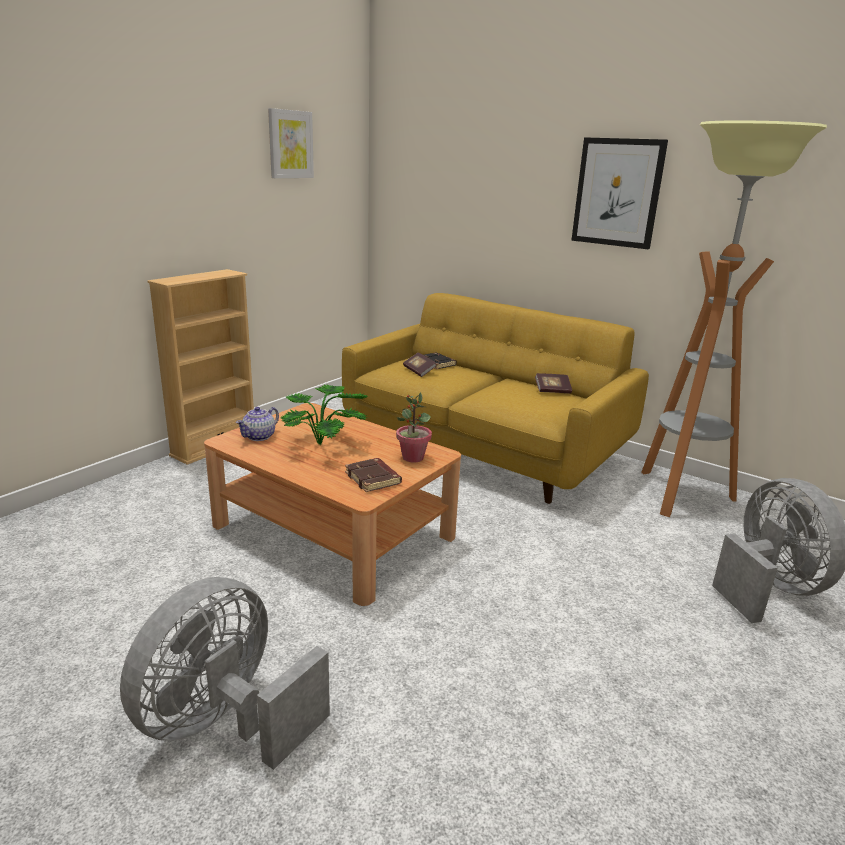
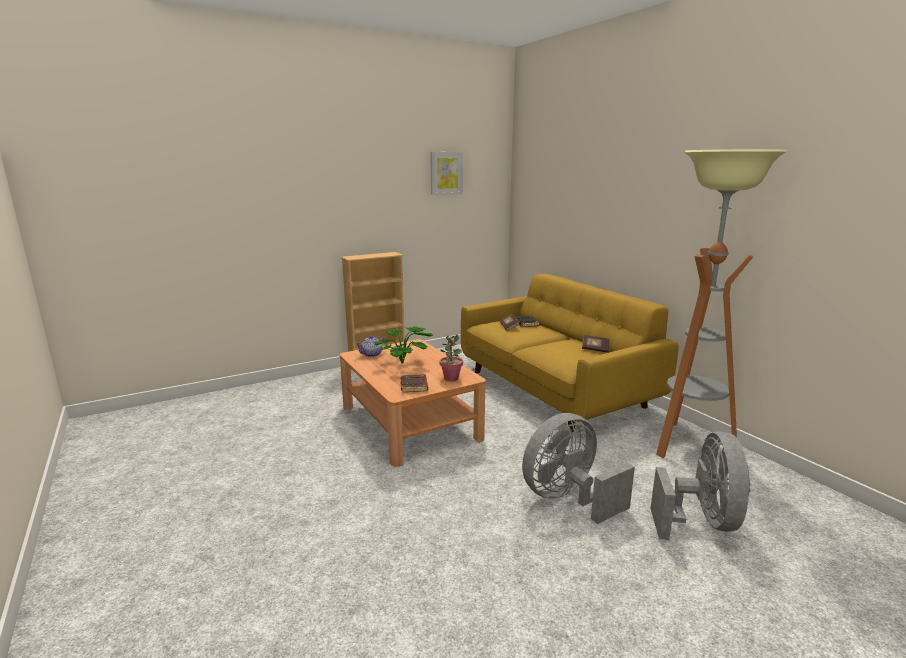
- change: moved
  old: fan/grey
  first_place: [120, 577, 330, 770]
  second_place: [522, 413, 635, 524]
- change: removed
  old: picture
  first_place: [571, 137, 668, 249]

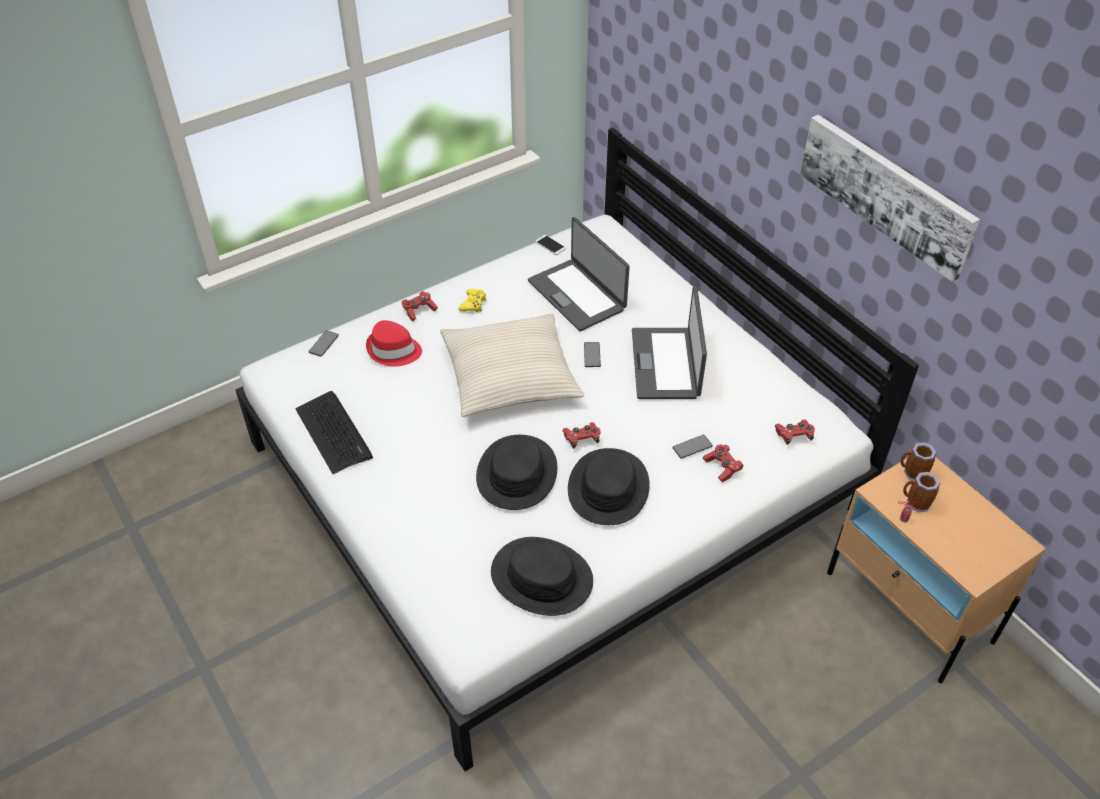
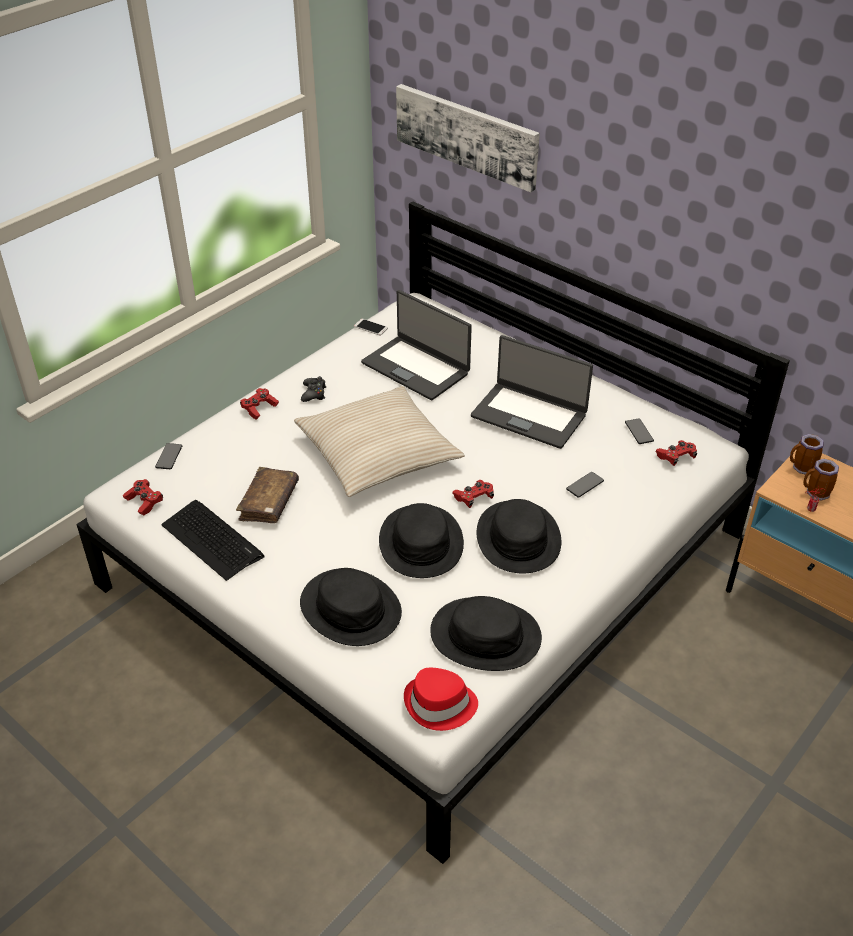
- change: moved
  old: game controller/red
  first_place: [703, 445, 743, 482]
  second_place: [123, 479, 163, 516]
- change: added
  new: book/brown
  second_place: [236, 467, 299, 523]
- change: added
  new: hat/black
  second_place: [300, 568, 402, 646]
- change: recoloured
  old: game controller/yellow
  new: game controller/black
  first_place: [459, 289, 487, 312]
  second_place: [301, 376, 326, 402]
- change: moved
  old: picture
  first_place: [800, 115, 980, 282]
  second_place: [396, 84, 540, 192]
- change: moved
  old: hat/red
  first_place: [366, 320, 422, 367]
  second_place: [404, 668, 478, 731]
- change: turned
  old: laptop
  first_place: [632, 285, 707, 399]
  second_place: [471, 335, 593, 449]
  degrees: -45
- change: moved
  old: phone
  first_place: [584, 342, 601, 367]
  second_place: [625, 419, 654, 444]

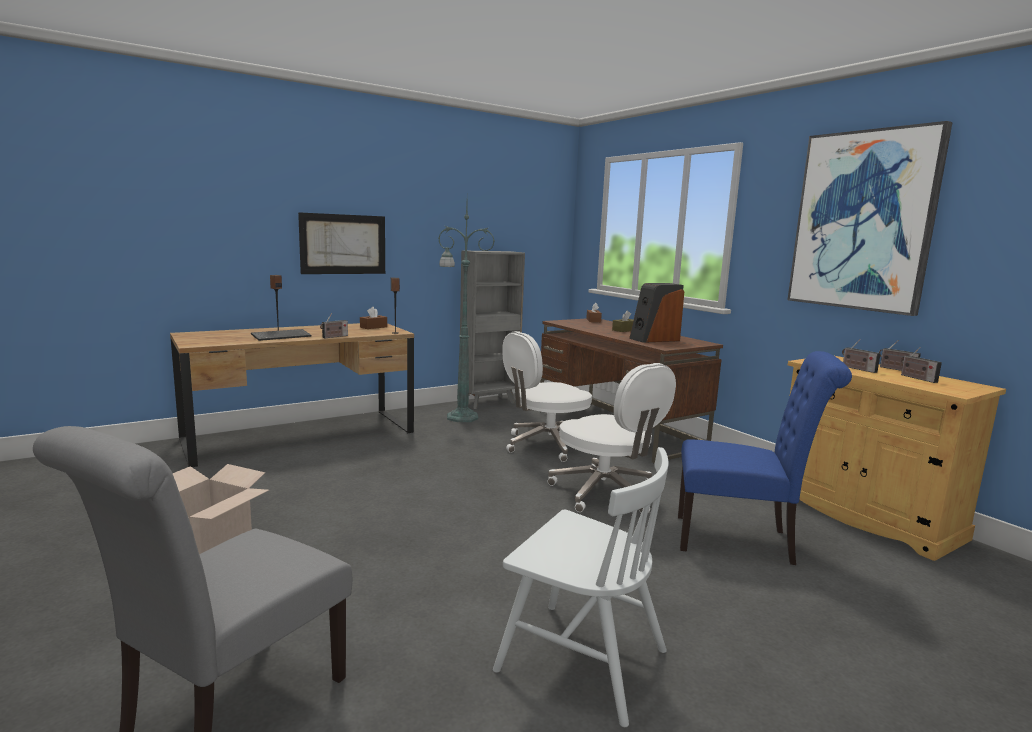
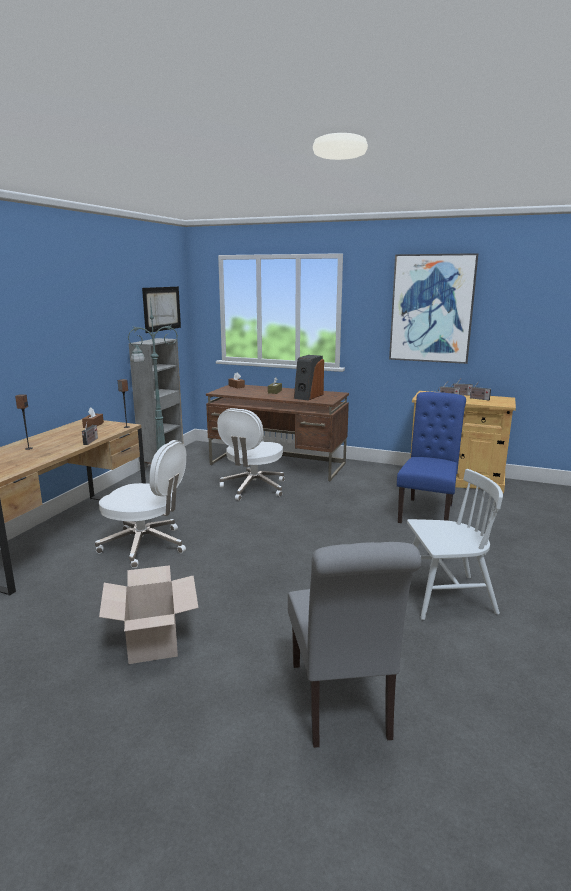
- change: moved
  old: office chair/white
  first_place: [548, 363, 676, 513]
  second_place: [95, 440, 186, 568]
- change: moved
  old: picture
  first_place: [298, 212, 385, 274]
  second_place: [142, 287, 181, 333]
- change: turned
  old: chair/blue
  first_place: [678, 351, 852, 565]
  second_place: [397, 392, 466, 523]
  degrees: -45
- change: removed
  old: keyboard
  first_place: [251, 329, 312, 341]

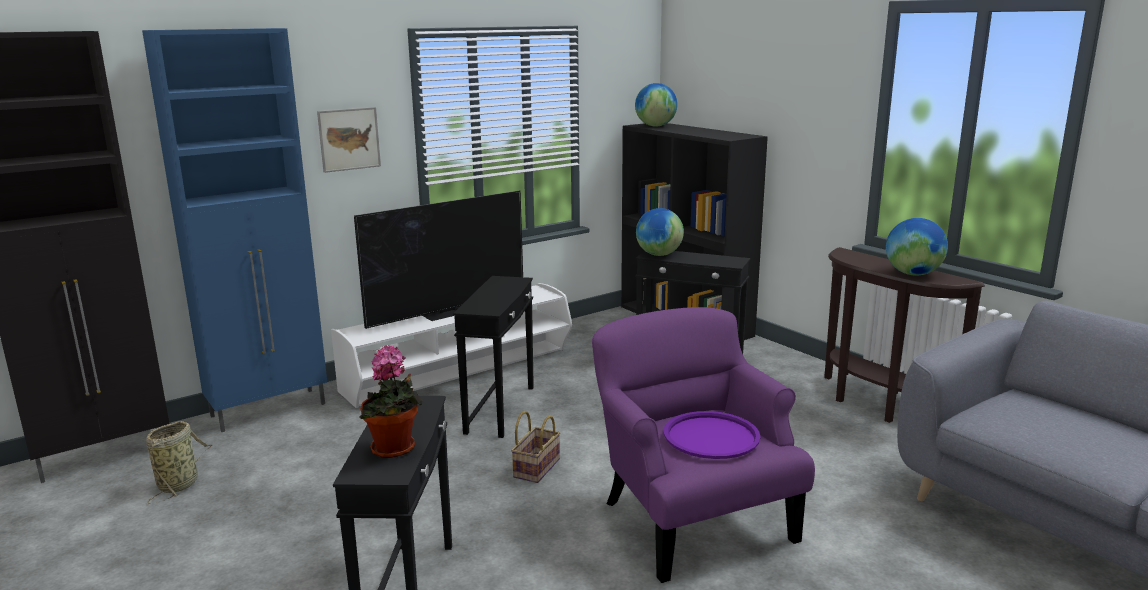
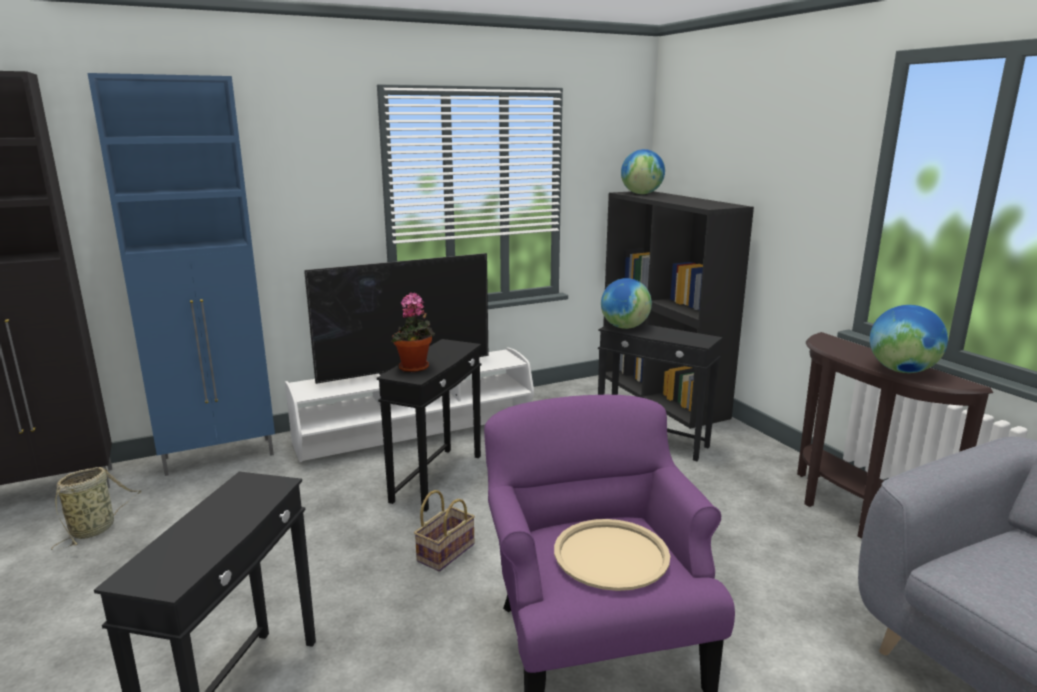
- change: moved
  old: potted plant
  first_place: [359, 345, 423, 458]
  second_place: [391, 292, 435, 373]
- change: recoloured
  old: tray/purple
  new: tray/beige
  first_place: [664, 411, 761, 459]
  second_place: [554, 519, 670, 591]
- change: removed
  old: picture
  first_place: [317, 107, 381, 173]

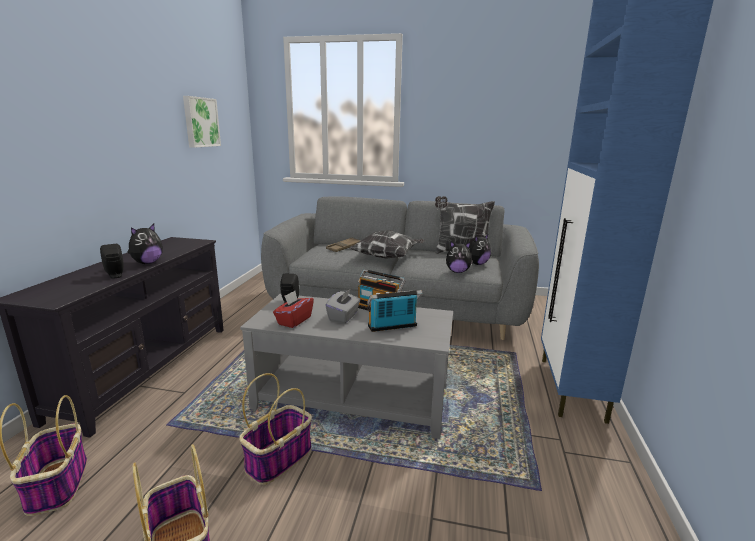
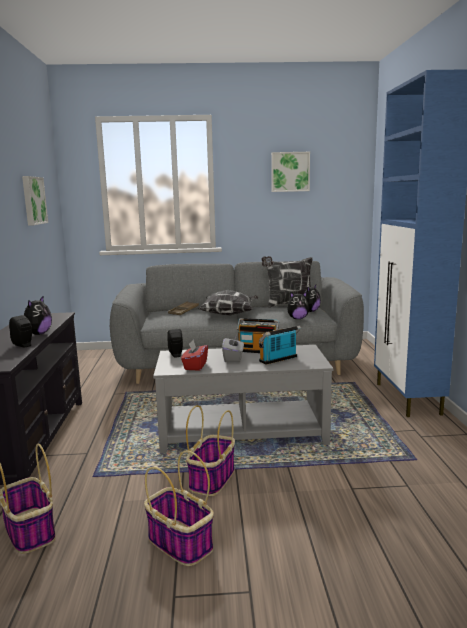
- change: added
  new: picture
  second_place: [271, 152, 310, 192]

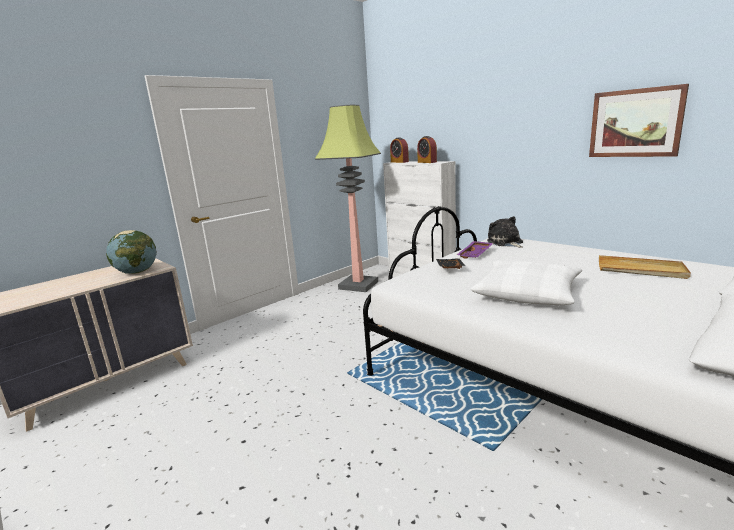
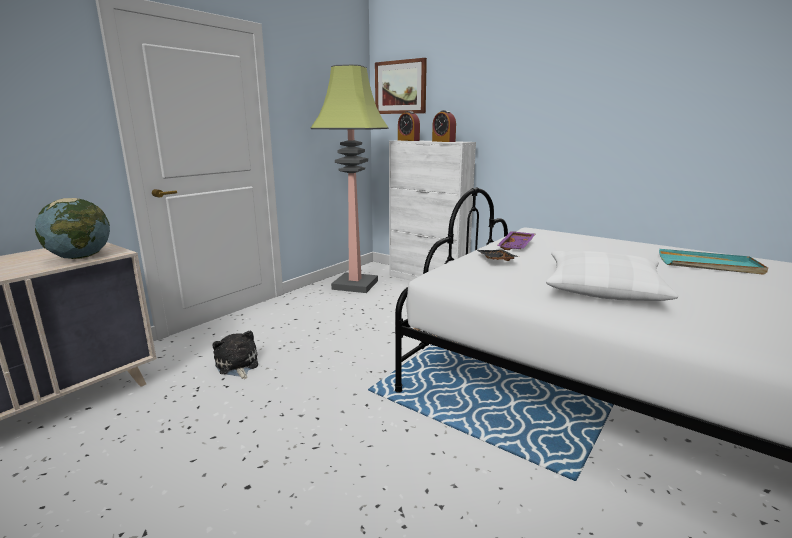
- change: moved
  old: plush toy
  first_place: [487, 216, 523, 248]
  second_place: [212, 331, 258, 379]
- change: moved
  old: picture
  first_place: [589, 84, 689, 157]
  second_place: [375, 58, 427, 114]
- change: recoloured
  old: tray/beige
  new: tray/turquoise
  first_place: [599, 255, 691, 279]
  second_place: [659, 249, 768, 275]

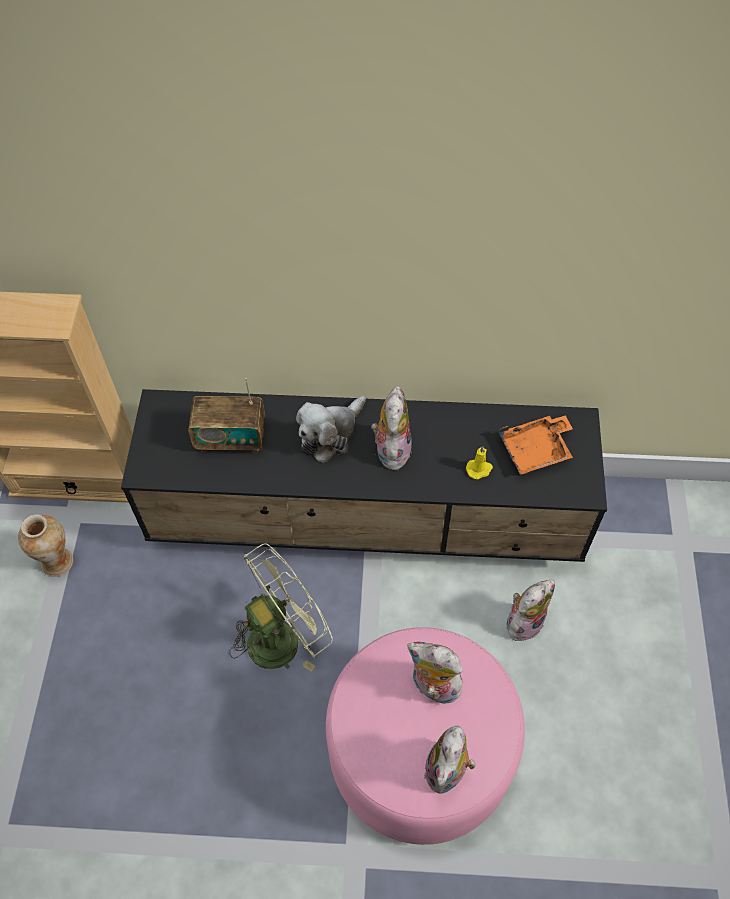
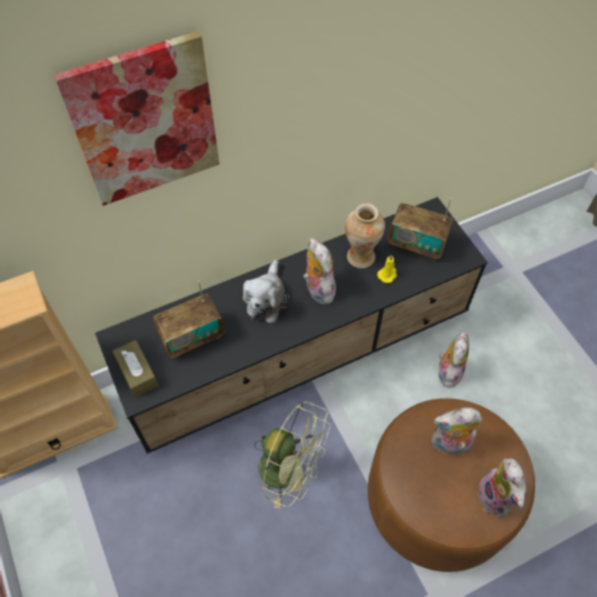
- change: added
  new: picture
  second_place: [54, 31, 220, 206]
- change: added
  new: tissue box/brown
  second_place: [112, 340, 158, 397]
- change: turned
  old: fan/green
  first_place: [229, 543, 333, 672]
  second_place: [254, 401, 331, 508]
  degrees: 90
- change: moved
  old: vase
  first_place: [18, 514, 73, 577]
  second_place: [345, 204, 385, 268]
- change: recoloured
  old: ottoman/pink
  new: ottoman/brown
  first_place: [326, 627, 525, 845]
  second_place: [368, 398, 535, 572]
- change: replaced
  old: tray/orange
  new: radio
  first_place: [499, 415, 573, 475]
  second_place: [388, 198, 453, 260]

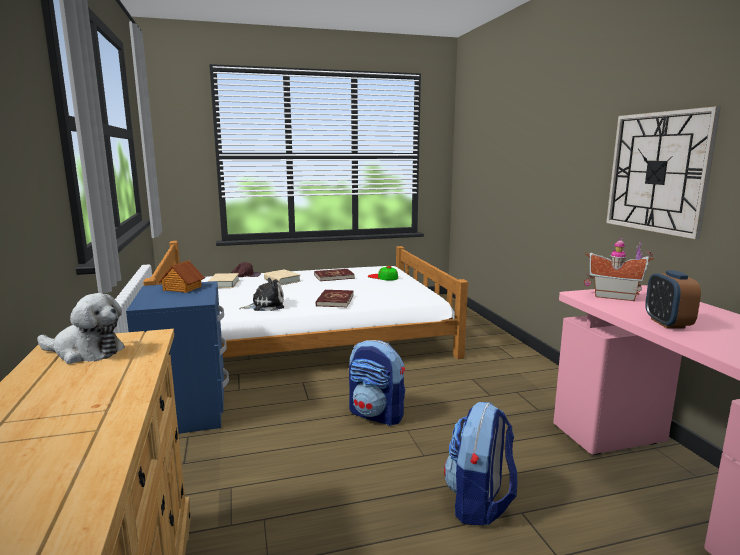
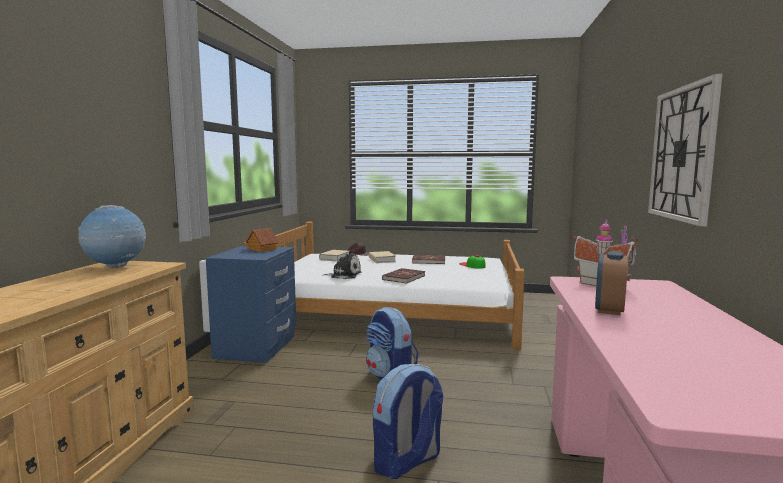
- change: replaced
  old: plush toy
  new: globe
  first_place: [37, 293, 125, 364]
  second_place: [78, 205, 147, 268]

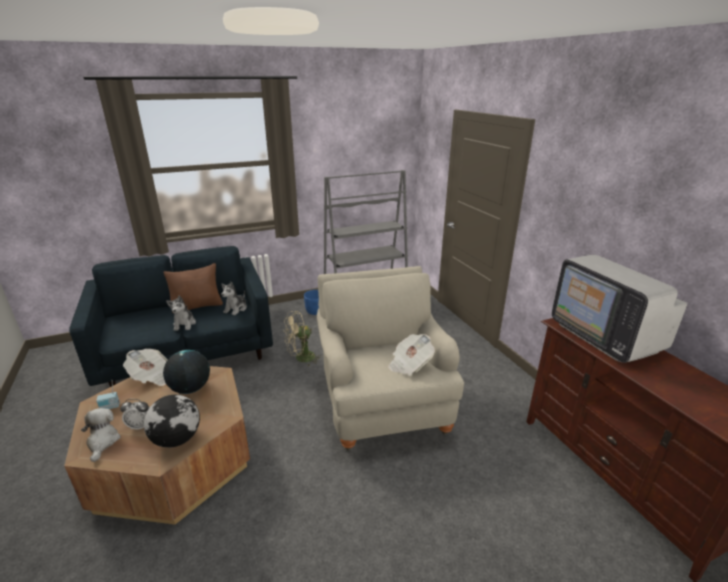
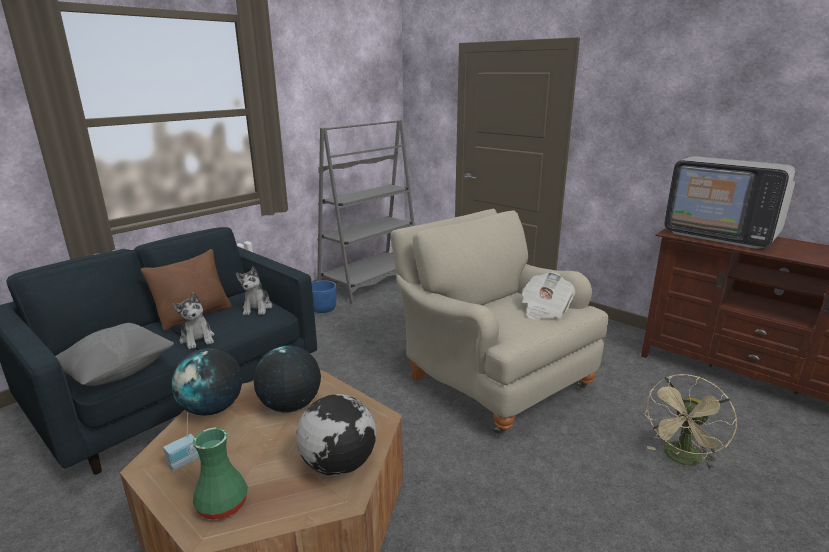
- change: added
  new: pillow/grey
  second_place: [55, 323, 174, 386]
- change: replaced
  old: newspaper
  new: globe
  first_place: [123, 349, 168, 386]
  second_place: [172, 348, 243, 416]
- change: replaced
  old: plush toy
  new: vase/green
  first_place: [81, 408, 121, 462]
  second_place: [193, 427, 248, 520]
- change: moved
  old: fan/beige
  first_place: [285, 311, 322, 366]
  second_place: [644, 374, 737, 470]
- change: removed
  old: alarm clock
  first_place: [120, 399, 150, 429]

